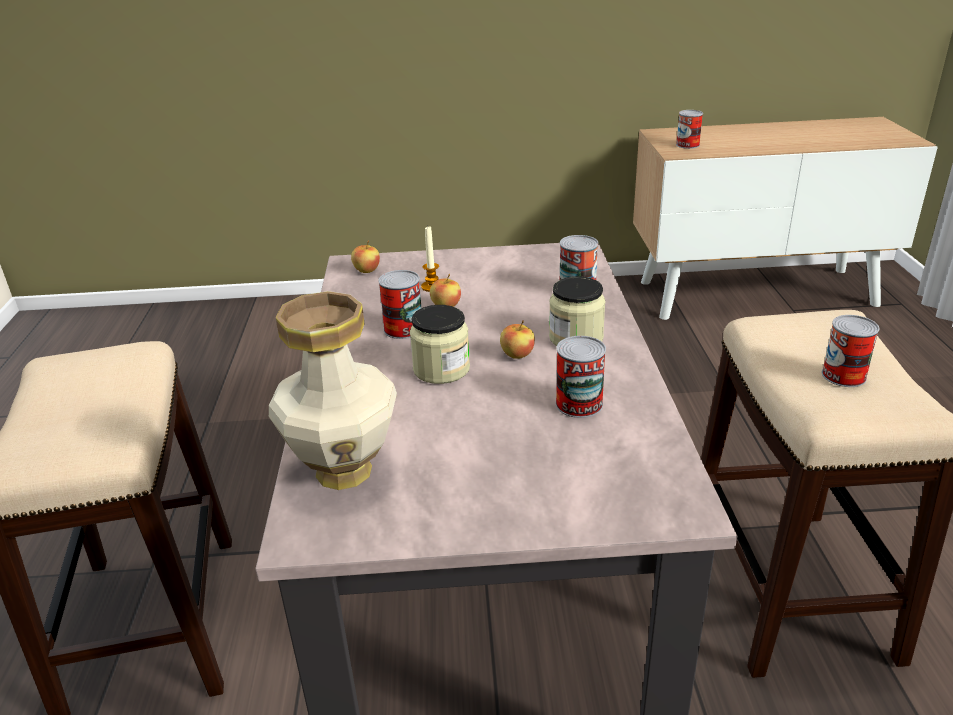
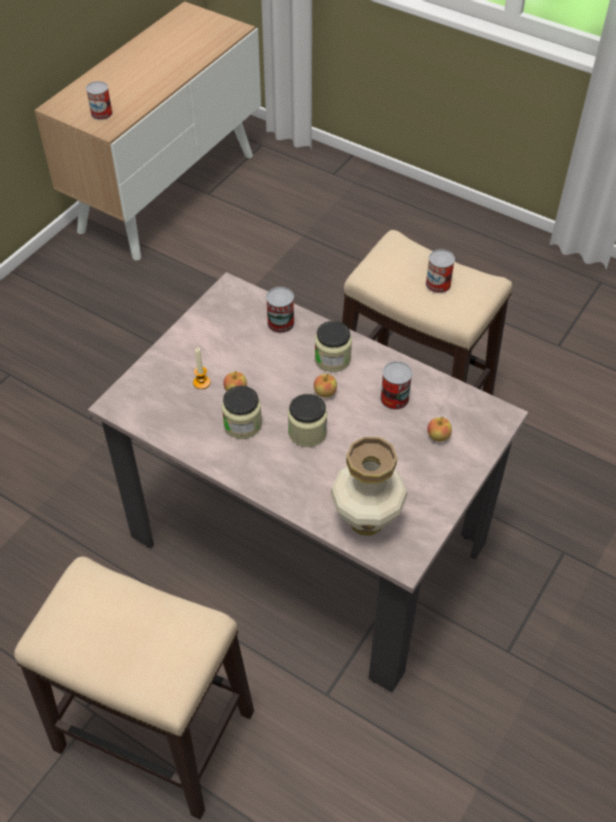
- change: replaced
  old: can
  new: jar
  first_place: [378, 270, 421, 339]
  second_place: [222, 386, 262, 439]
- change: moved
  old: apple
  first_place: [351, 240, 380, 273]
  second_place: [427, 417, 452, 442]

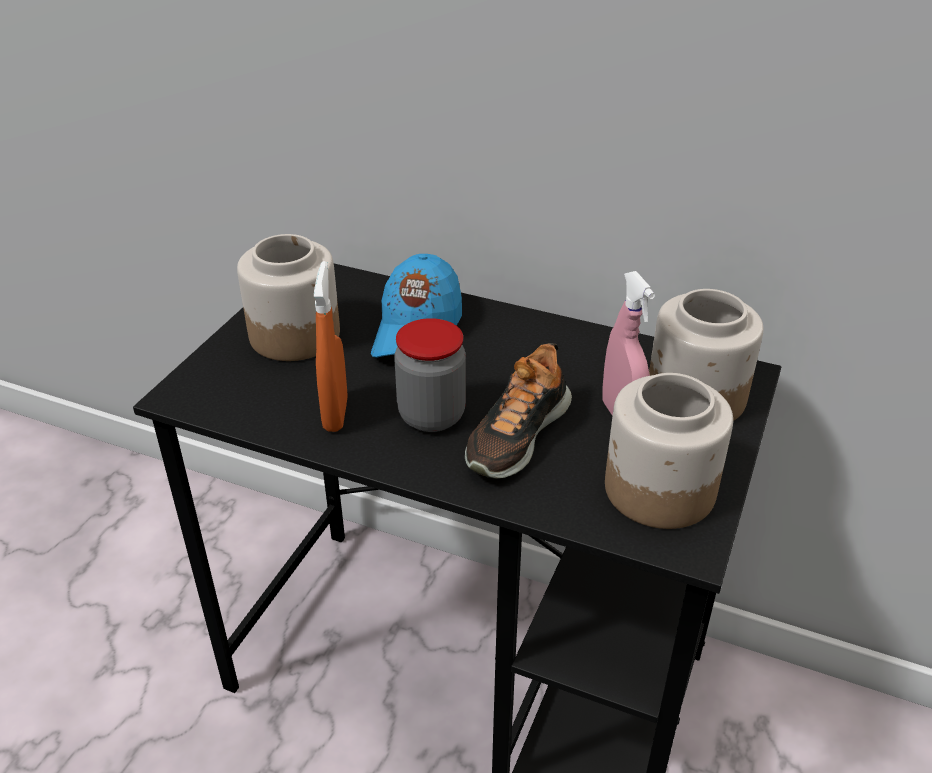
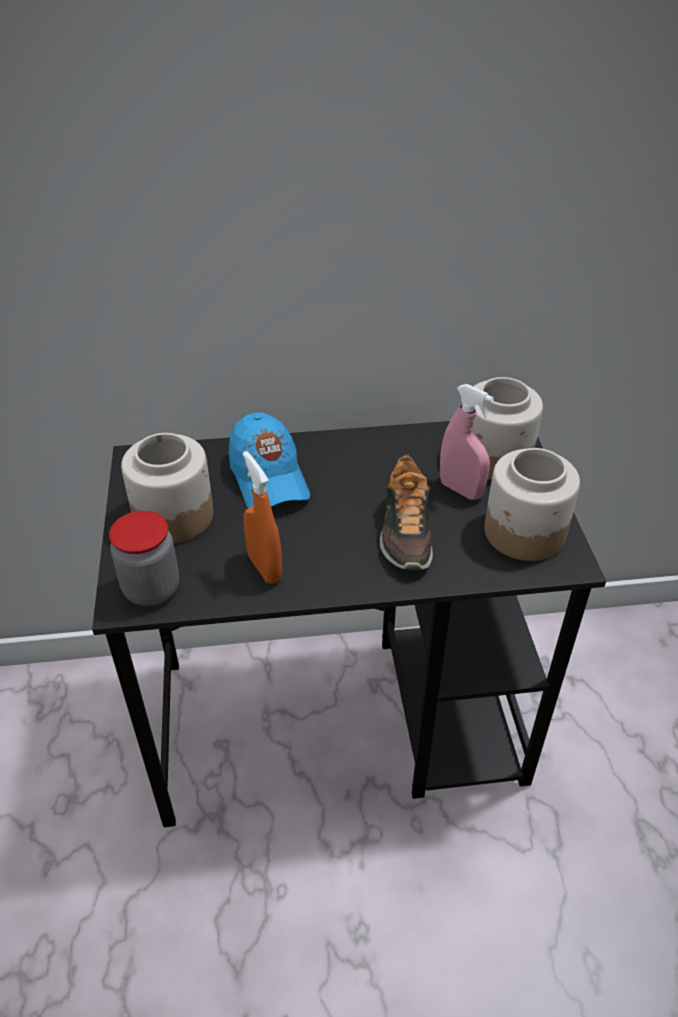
- change: moved
  old: jar
  first_place: [394, 318, 466, 432]
  second_place: [109, 511, 179, 606]

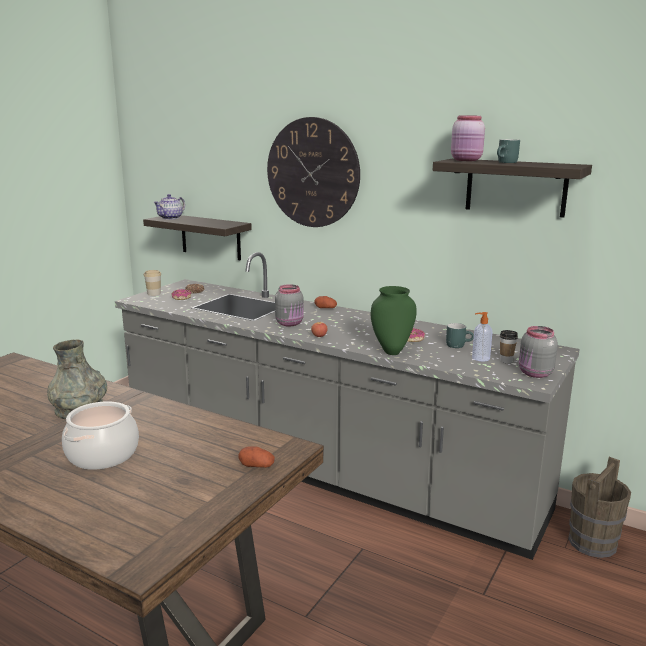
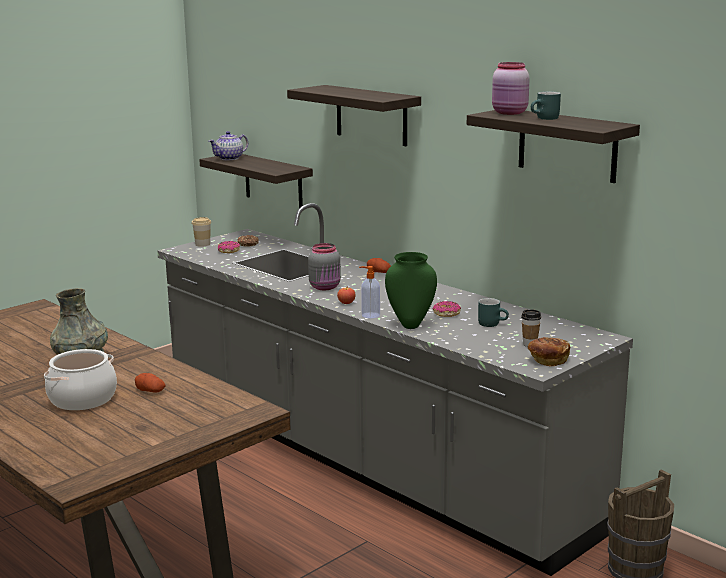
- change: moved
  old: potato
  first_place: [238, 446, 275, 468]
  second_place: [135, 373, 165, 393]
- change: replaced
  old: wall clock
  new: shelf
  first_place: [267, 117, 360, 227]
  second_place: [287, 85, 421, 146]
- change: moved
  old: soap dispenser
  first_place: [472, 312, 492, 361]
  second_place: [359, 266, 380, 318]
- change: replaced
  old: jar/grey
  new: bread
  first_place: [519, 326, 558, 378]
  second_place: [528, 337, 570, 367]

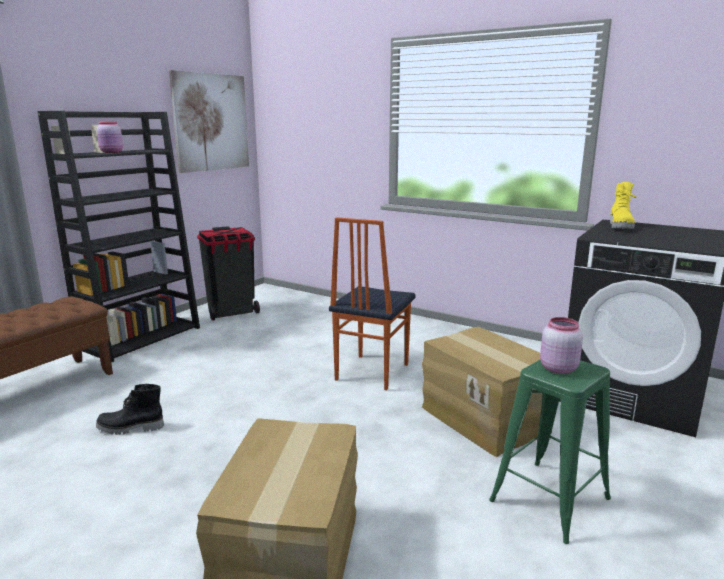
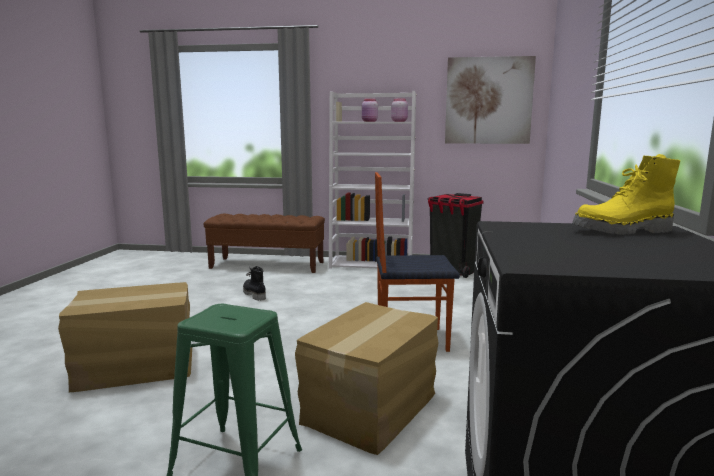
- change: recoloured
  old: bookcase/black
  new: bookcase/white
  first_place: [37, 111, 200, 363]
  second_place: [329, 91, 416, 269]
- change: moved
  old: jar/pink
  first_place: [540, 317, 583, 374]
  second_place: [391, 98, 408, 122]

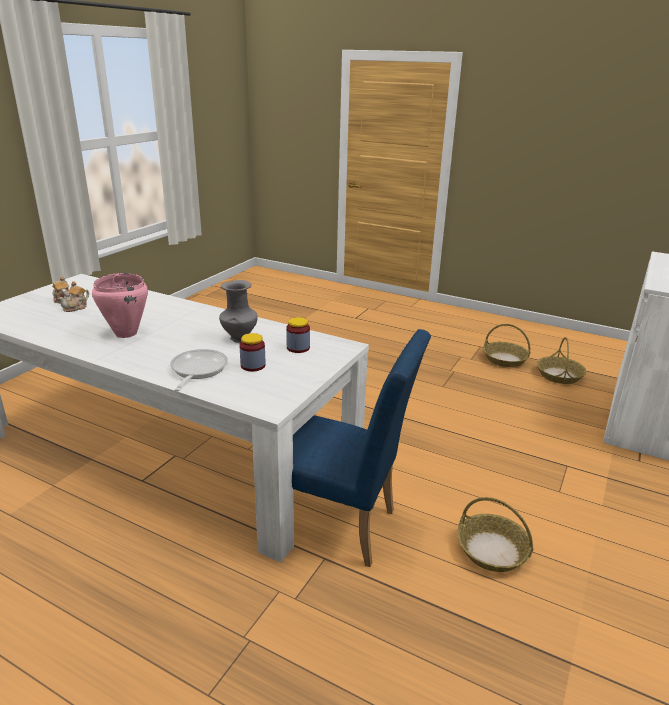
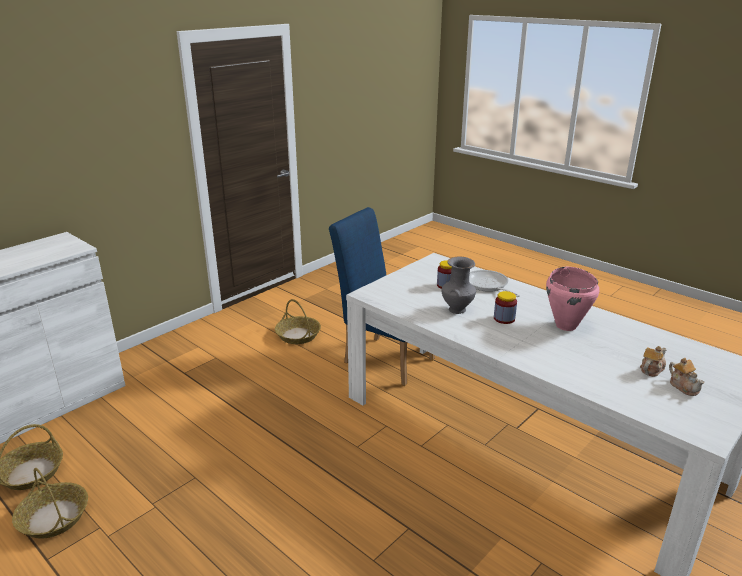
- change: turned
  old: frying pan
  first_place: [170, 349, 228, 391]
  second_place: [469, 270, 520, 297]
  degrees: 135
- change: moved
  old: jar
  first_place: [286, 317, 310, 353]
  second_place: [494, 291, 517, 324]

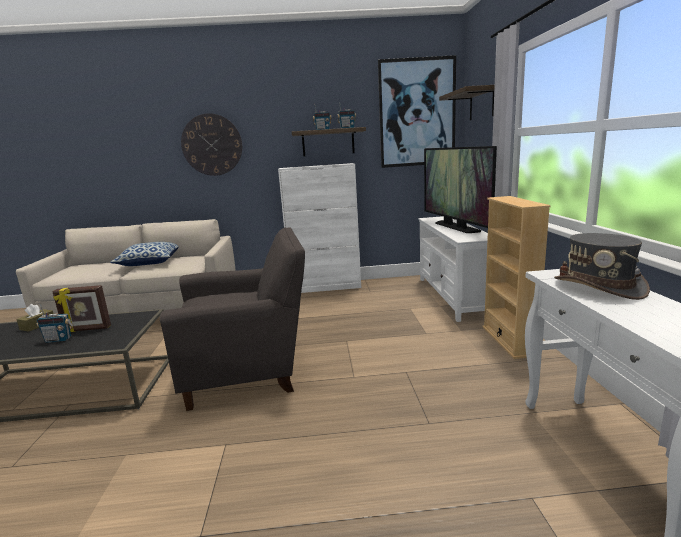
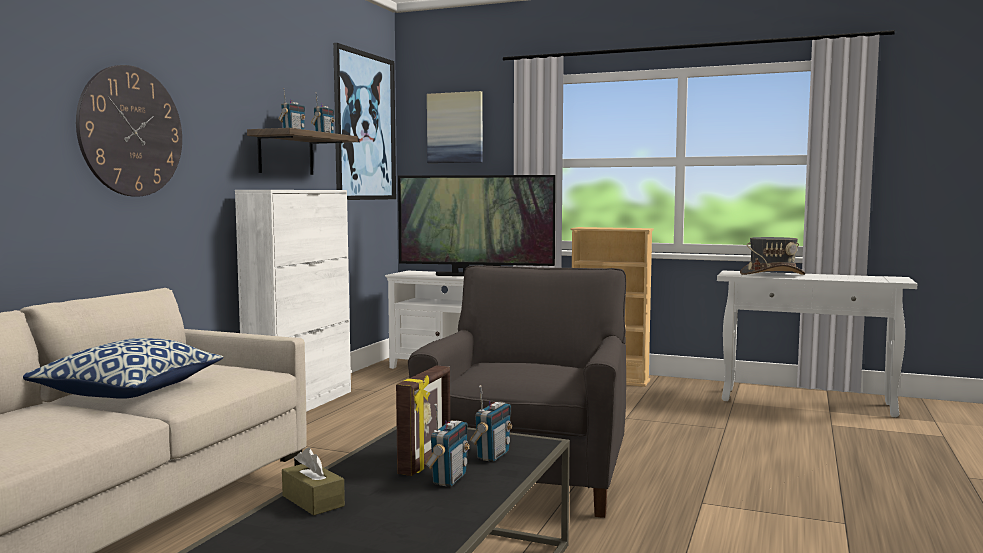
- change: replaced
  old: shelf
  new: picture
  first_place: [439, 85, 495, 120]
  second_place: [427, 91, 483, 163]
- change: added
  new: radio
  second_place: [470, 385, 512, 461]

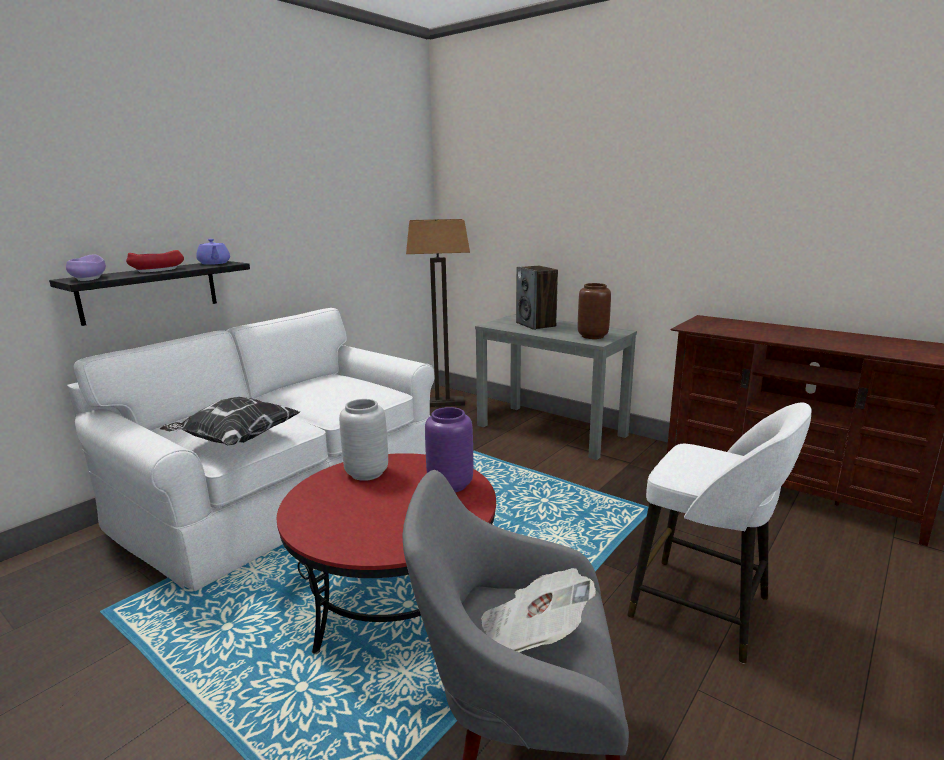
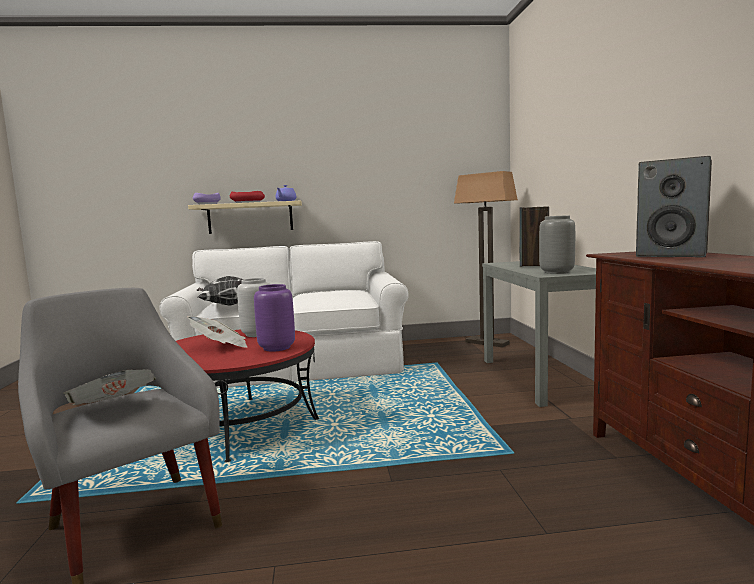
- change: added
  new: newspaper
  second_place: [187, 316, 247, 348]
- change: recoloured
  old: shelf/black
  new: shelf/beige
  first_place: [49, 261, 250, 326]
  second_place: [188, 201, 302, 234]
- change: recoloured
  old: vase/brown
  new: vase/grey
  first_place: [578, 283, 611, 339]
  second_place: [539, 215, 575, 274]
- change: added
  new: speaker
  second_place: [636, 156, 712, 257]
- change: removed
  old: stool/white
  first_place: [627, 402, 812, 663]

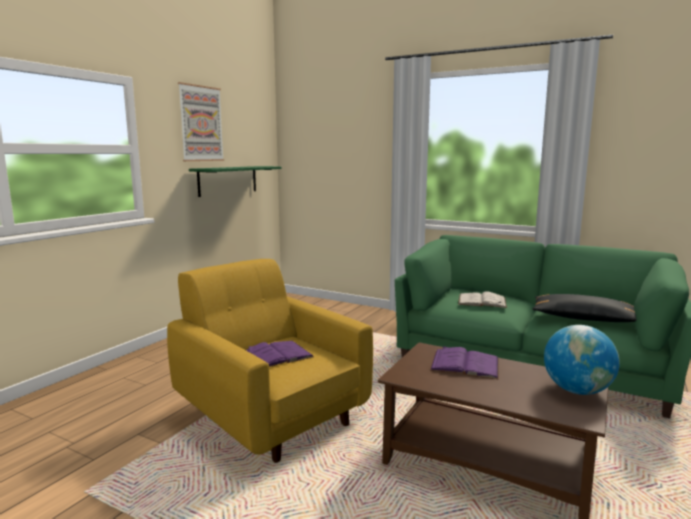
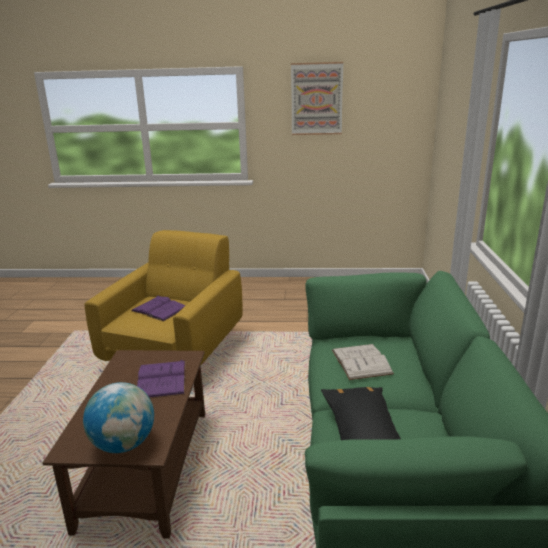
- change: removed
  old: shelf/green
  first_place: [189, 166, 282, 197]

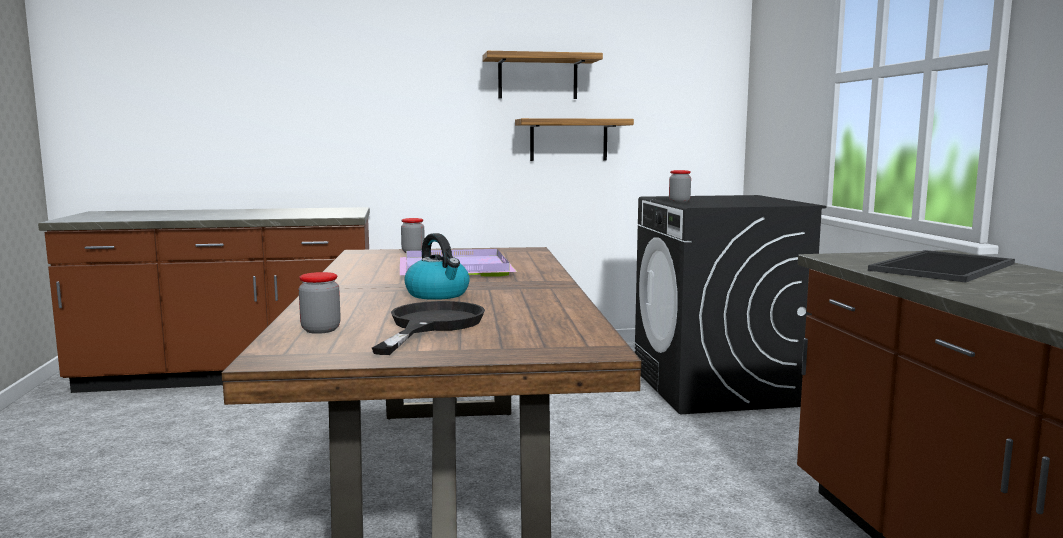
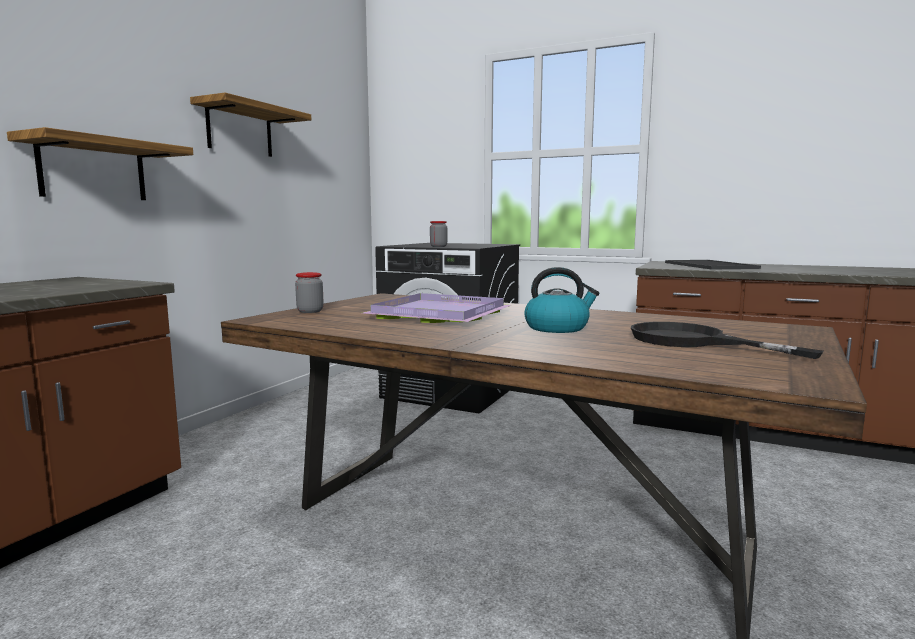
- change: moved
  old: shelf
  first_place: [515, 118, 634, 161]
  second_place: [7, 127, 193, 200]
- change: removed
  old: jar
  first_place: [299, 272, 341, 334]

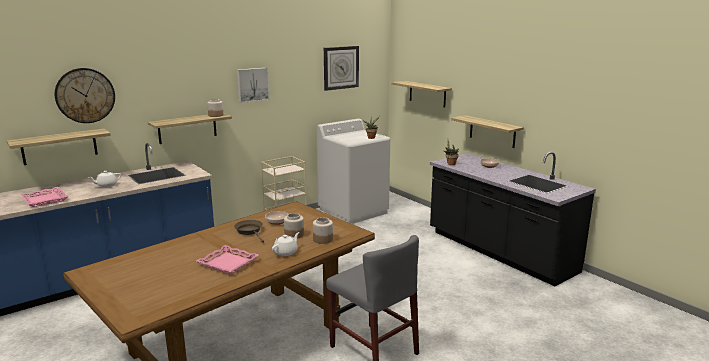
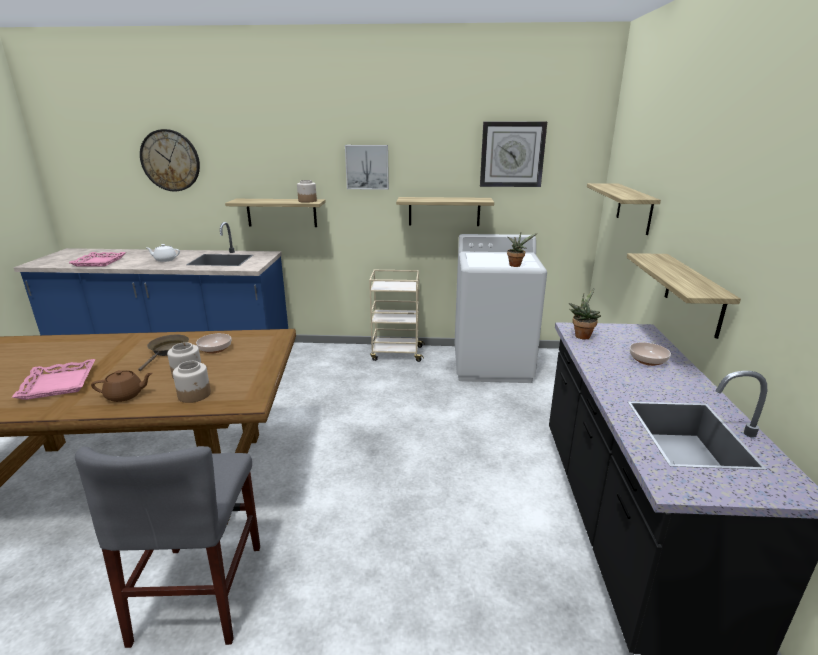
- change: recoloured
  old: teapot/white
  new: teapot/brown
  first_place: [272, 232, 299, 256]
  second_place: [91, 370, 152, 402]
- change: moved
  old: shelf
  first_place: [7, 128, 111, 165]
  second_place: [396, 197, 494, 226]

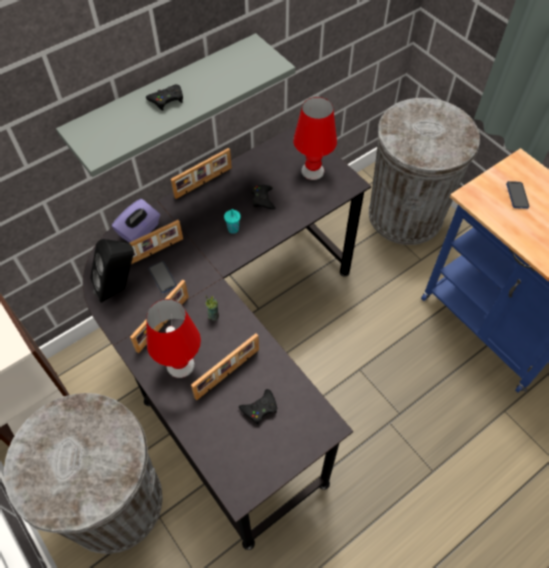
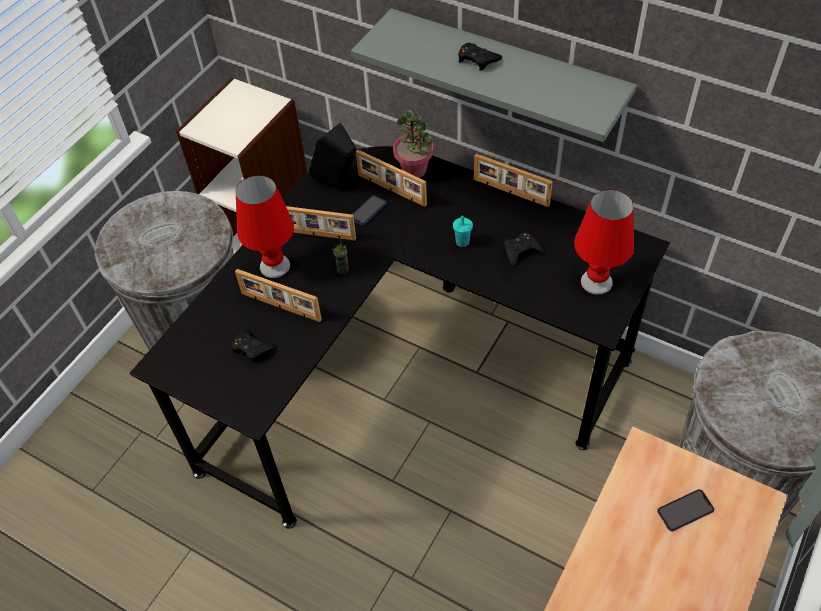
- change: replaced
  old: tissue box/purple
  new: potted plant
  first_place: [112, 199, 160, 243]
  second_place: [393, 109, 434, 178]

